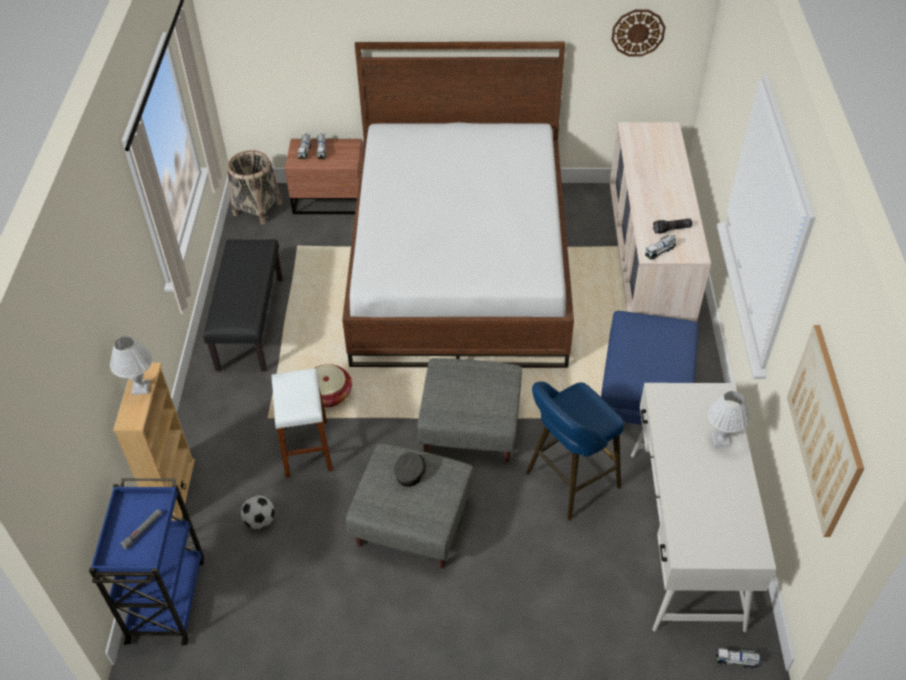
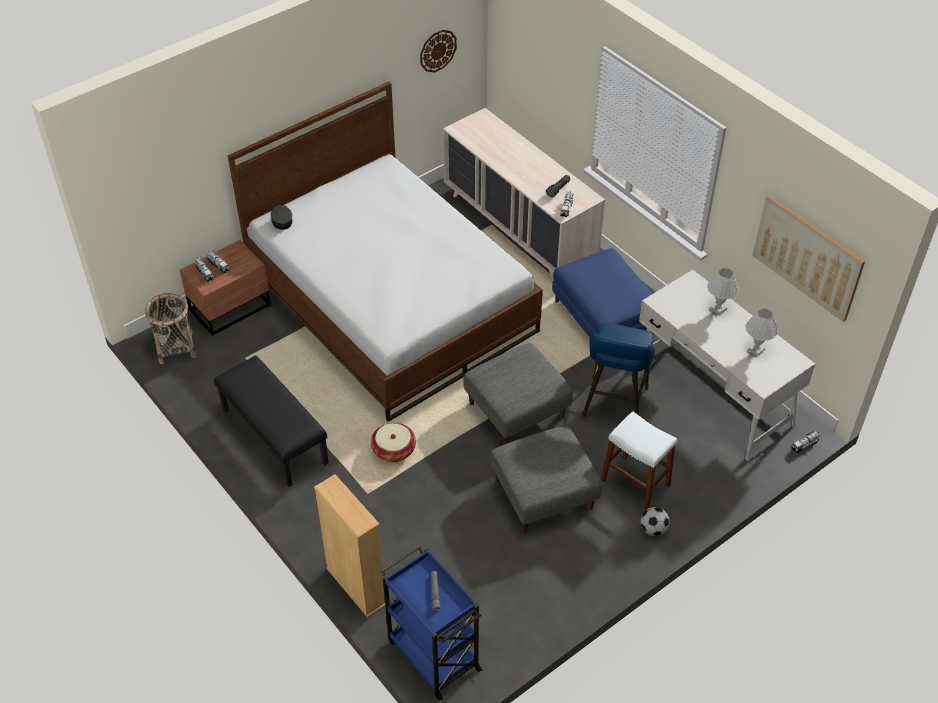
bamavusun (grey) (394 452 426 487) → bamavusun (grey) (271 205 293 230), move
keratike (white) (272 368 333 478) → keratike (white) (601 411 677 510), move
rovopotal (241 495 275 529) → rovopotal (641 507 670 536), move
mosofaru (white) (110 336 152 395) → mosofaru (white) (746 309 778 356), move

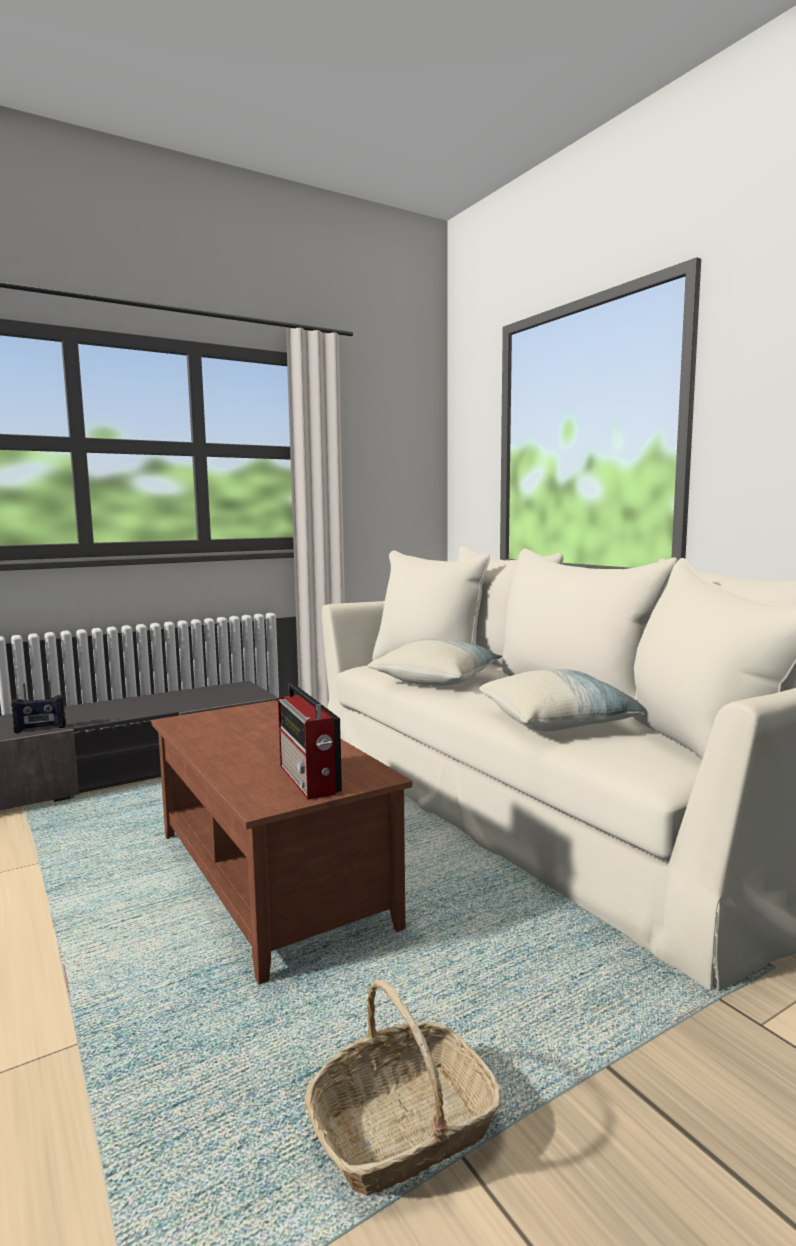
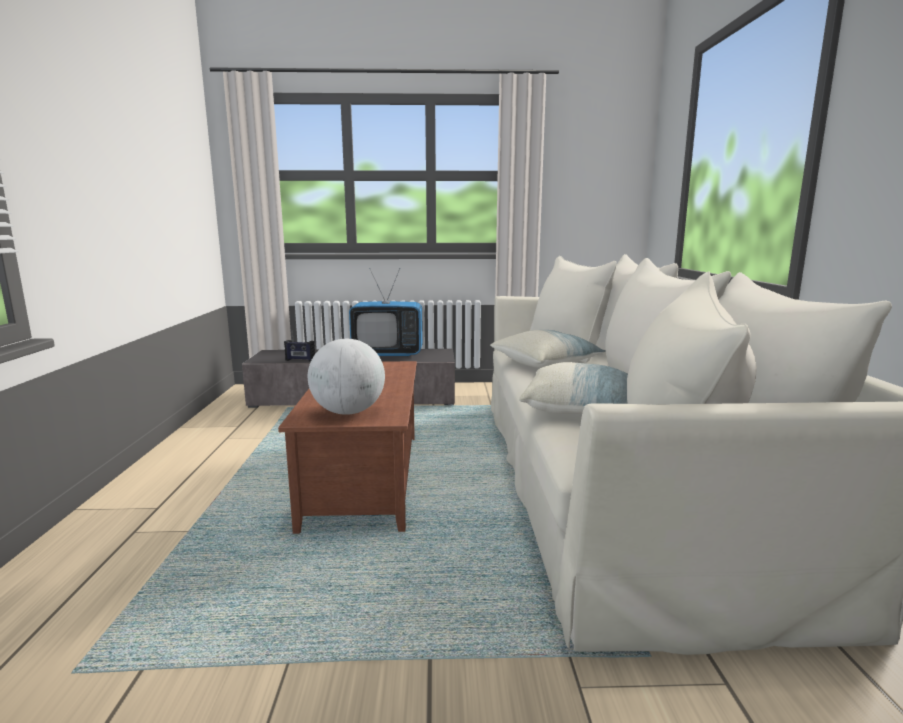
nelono (278 683 342 800) → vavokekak (308 339 385 415)
- → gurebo (349 268 423 357)
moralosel (305 979 502 1196) → -

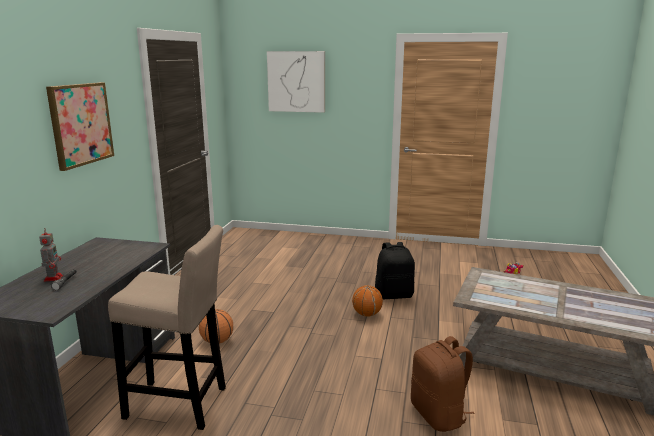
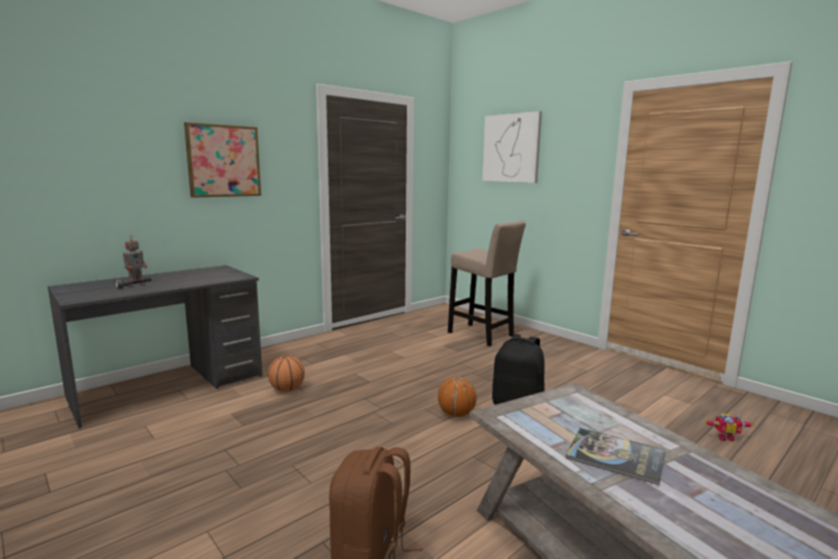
keratike (beige) (108 225 226 430) → keratike (beige) (448 221 526 346), move
- → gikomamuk (566 428 665 485)

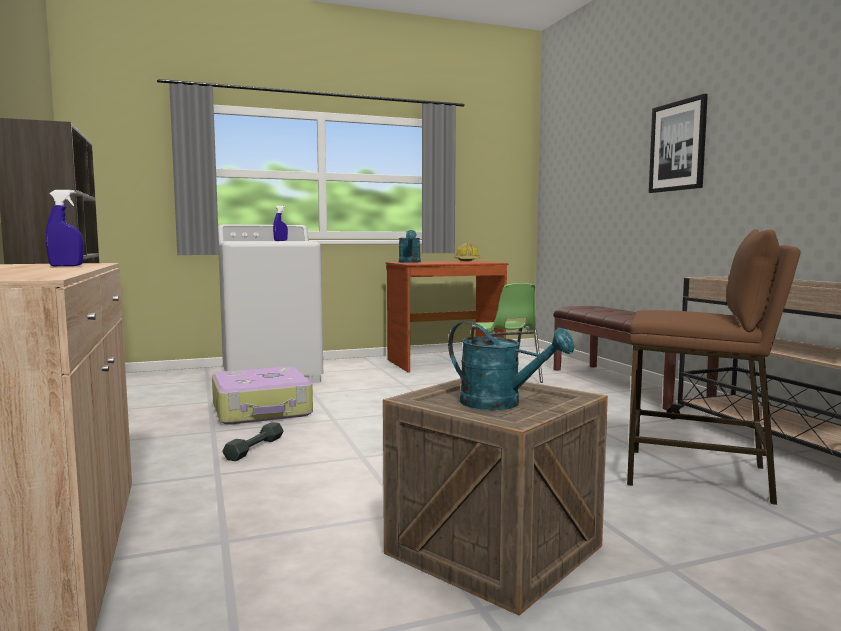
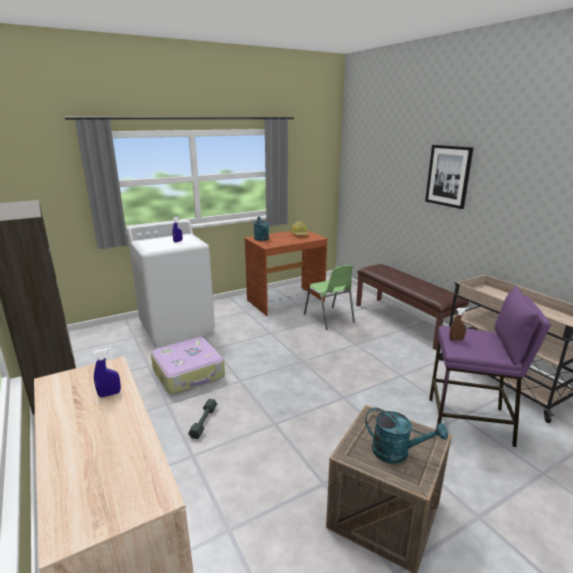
keratike (brown) (627 229 800 505) → keratike (purple) (429 286 551 447)
- → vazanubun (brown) (449 308 468 341)

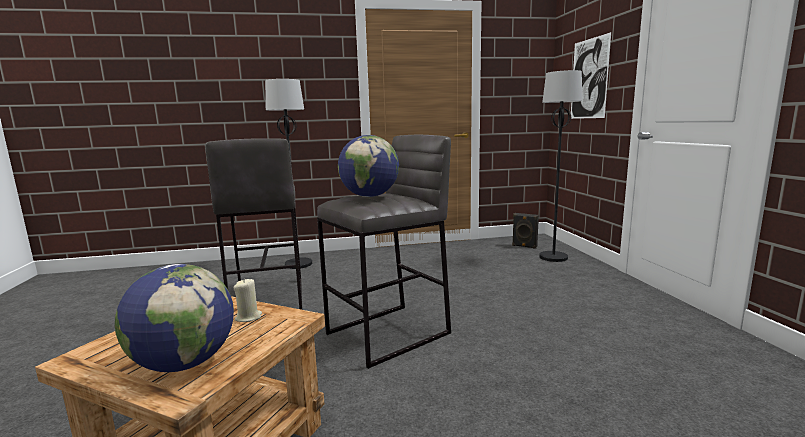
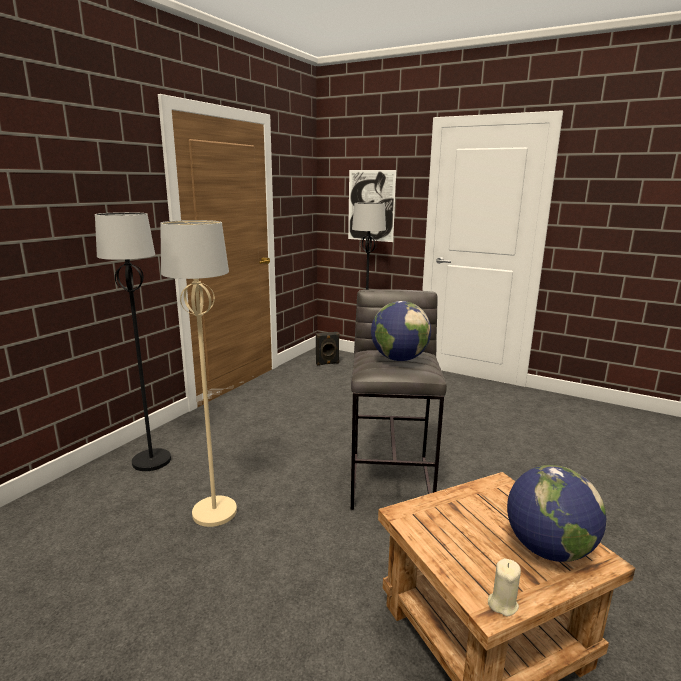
keratike (grey) (205 138 302 310) → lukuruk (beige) (160 220 237 527)
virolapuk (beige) (234 279 262 322) → virolapuk (beige) (488 558 521 617), move

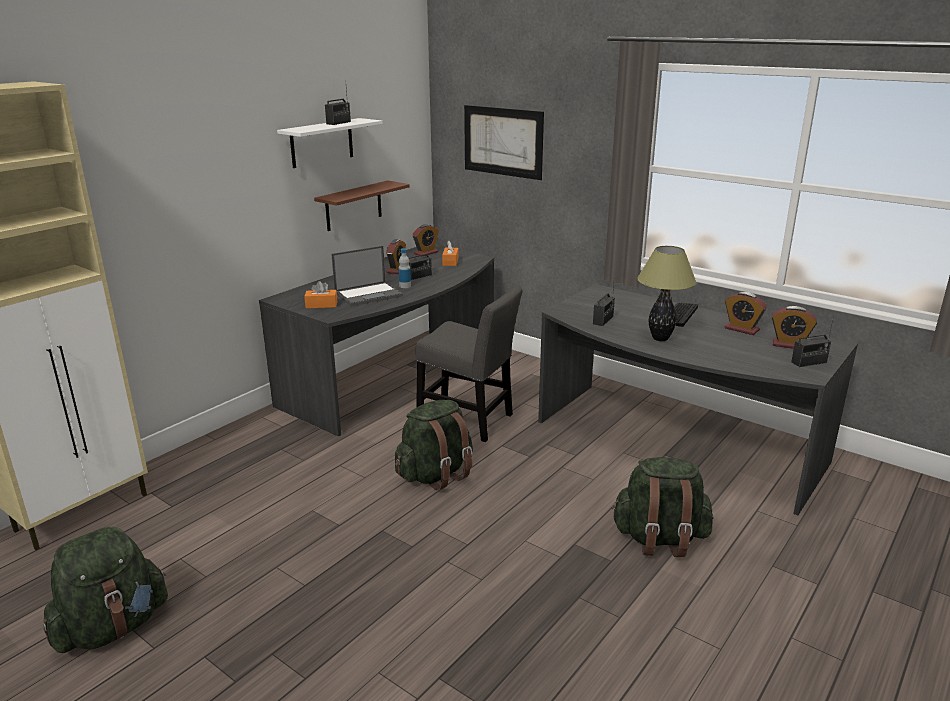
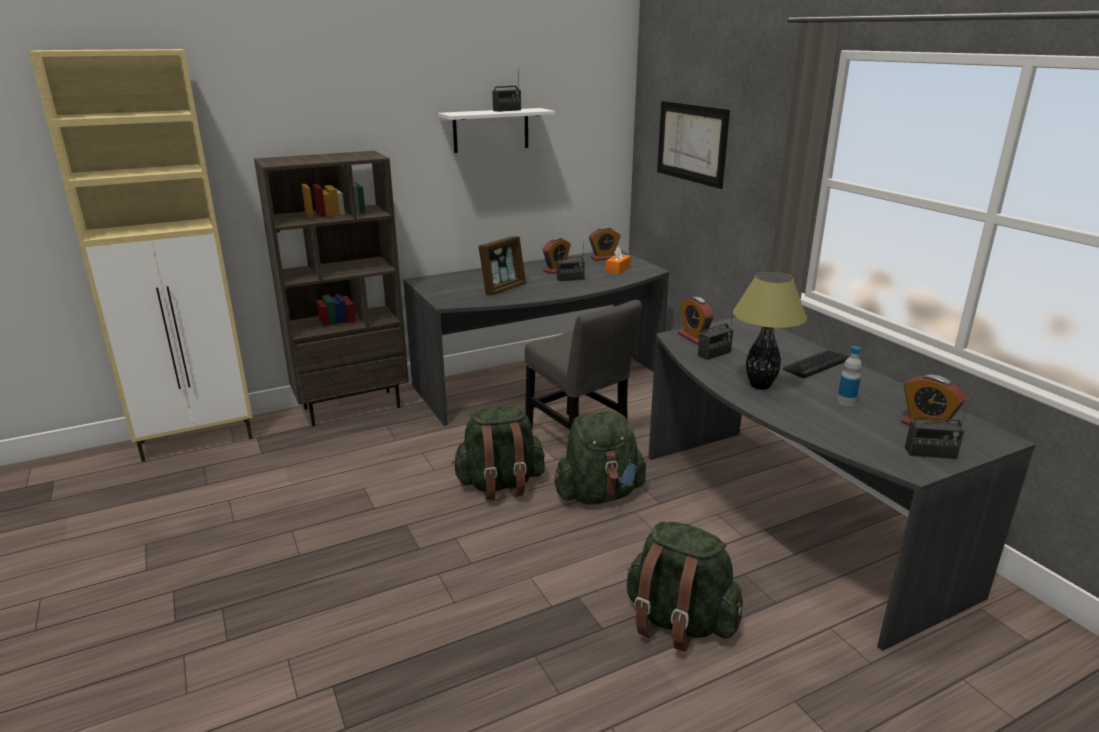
- → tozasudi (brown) (254 151 409 426)
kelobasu (331 246 403 306) → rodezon (478 236 526 295)
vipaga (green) (43 527 168 653) → vipaga (green) (554 411 646 504), move
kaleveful (725 292 767 335) → kaleveful (678 297 714 345), move
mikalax (399 248 411 288) → mikalax (837 346 862 406), move
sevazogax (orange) (304 281 337 309) → -
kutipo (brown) (314 181 410 231) → -

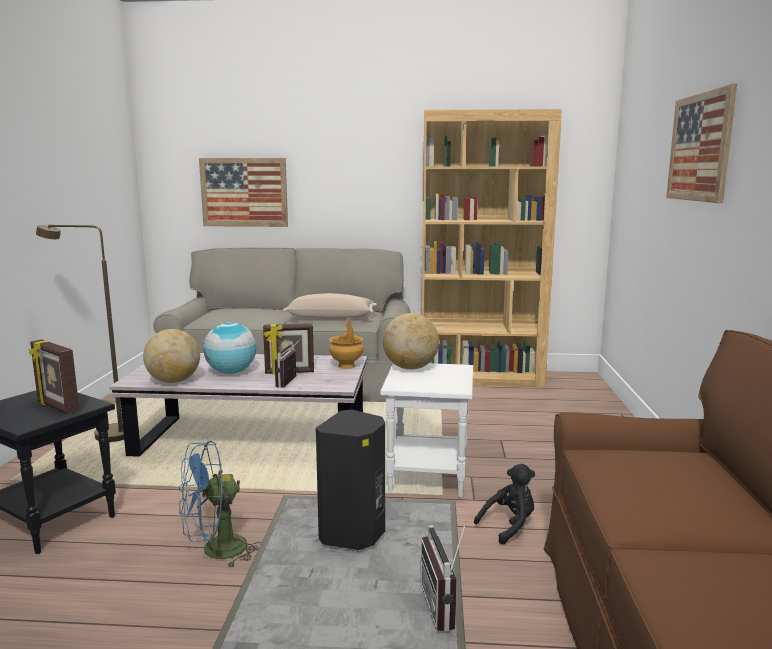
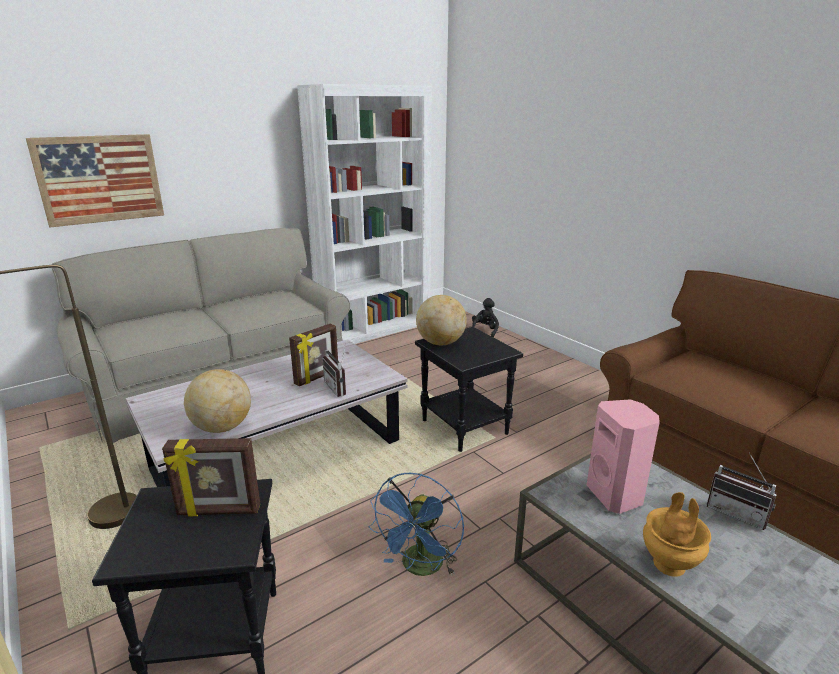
tozasudi (brown) (422 109 562 388) → tozasudi (white) (297 84 432 344)
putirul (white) (381 363 473 498) → putirul (black) (415 327 523 452)
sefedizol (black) (474 464 535 545) → sefedizol (black) (472 298 499 337), move
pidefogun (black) (316 410 385 550) → pidefogun (pink) (587 399 660 514)
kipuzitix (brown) (329 317 364 369) → kipuzitix (brown) (643 492 711 577), move
vavokekak (203 322 256 374) → -
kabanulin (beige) (283 293 377 319) → -
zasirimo (666 83 737 203) → -

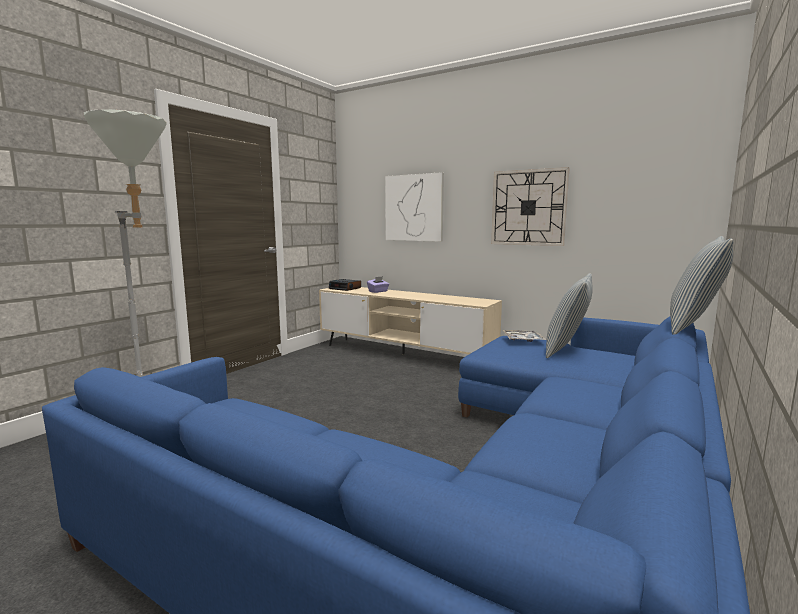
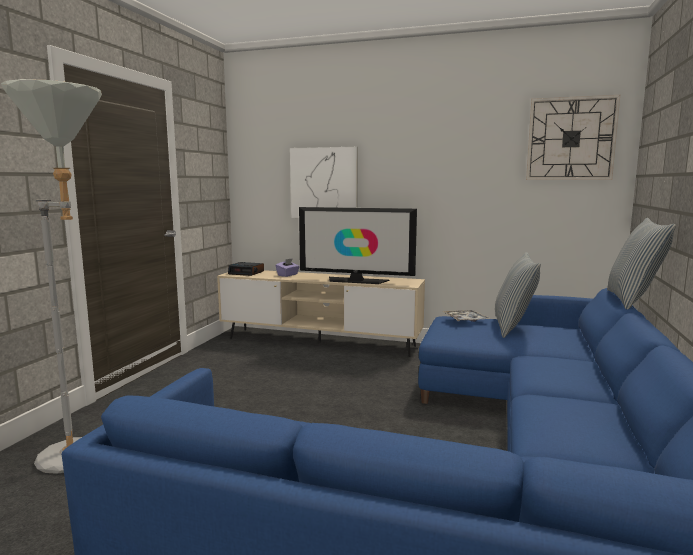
- → gurebo (299 207 417 284)
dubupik (491 167 570 246) → dubupik (526 95 620 180), move

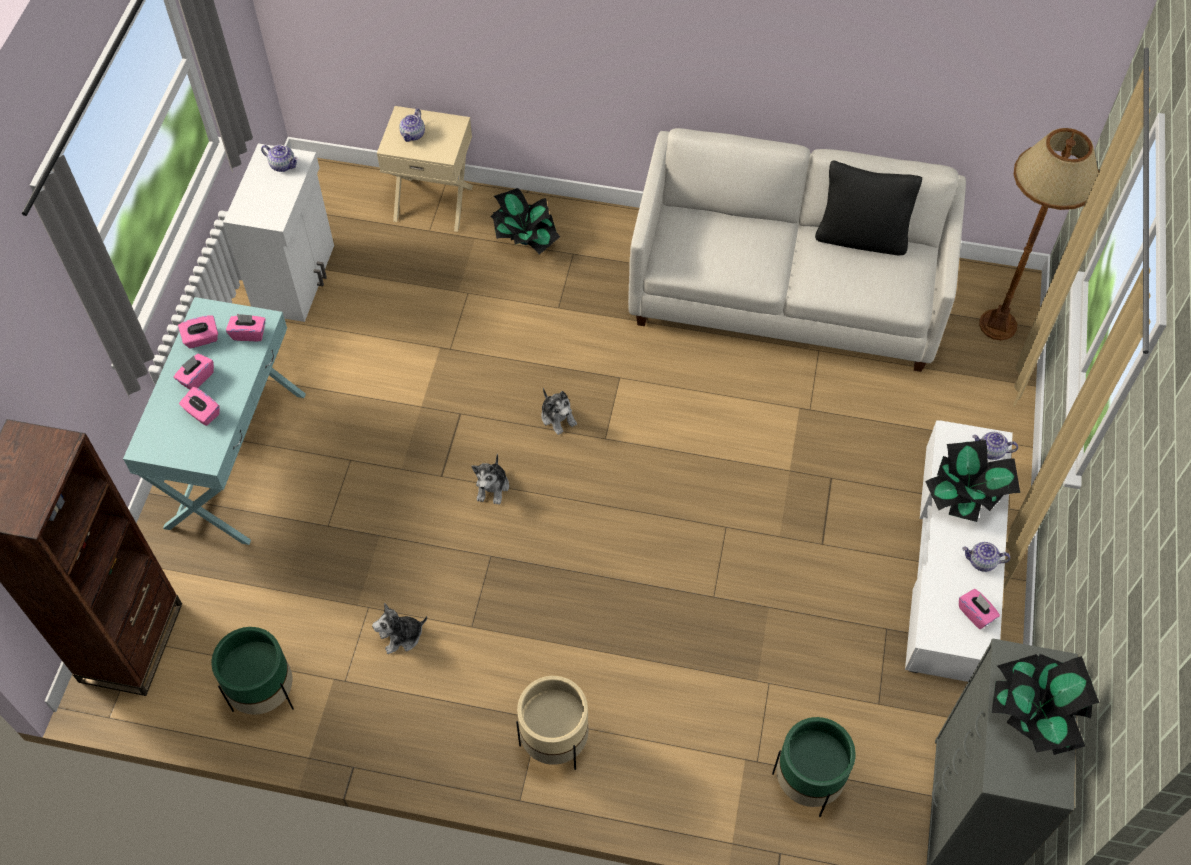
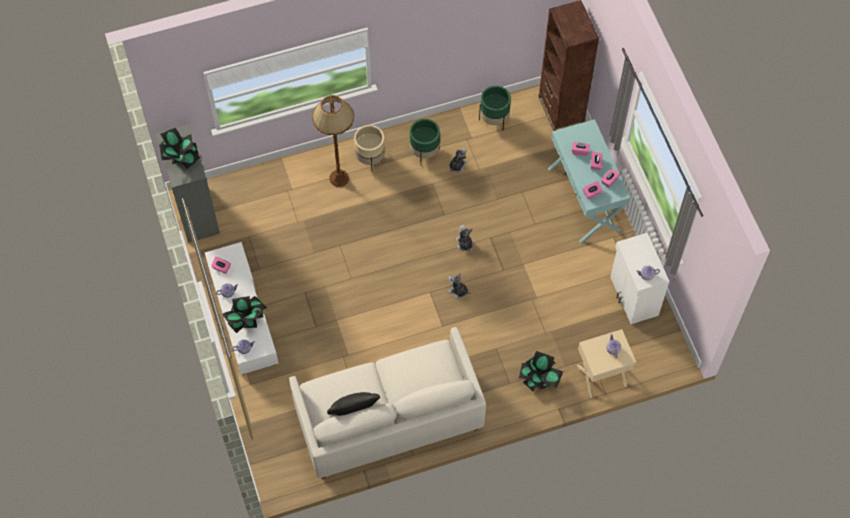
lukuruk (brown) (979 128 1099 340) → lukuruk (brown) (312 95 354 187), move
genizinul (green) (772 717 856 817) → genizinul (green) (410 119 440 159), move

